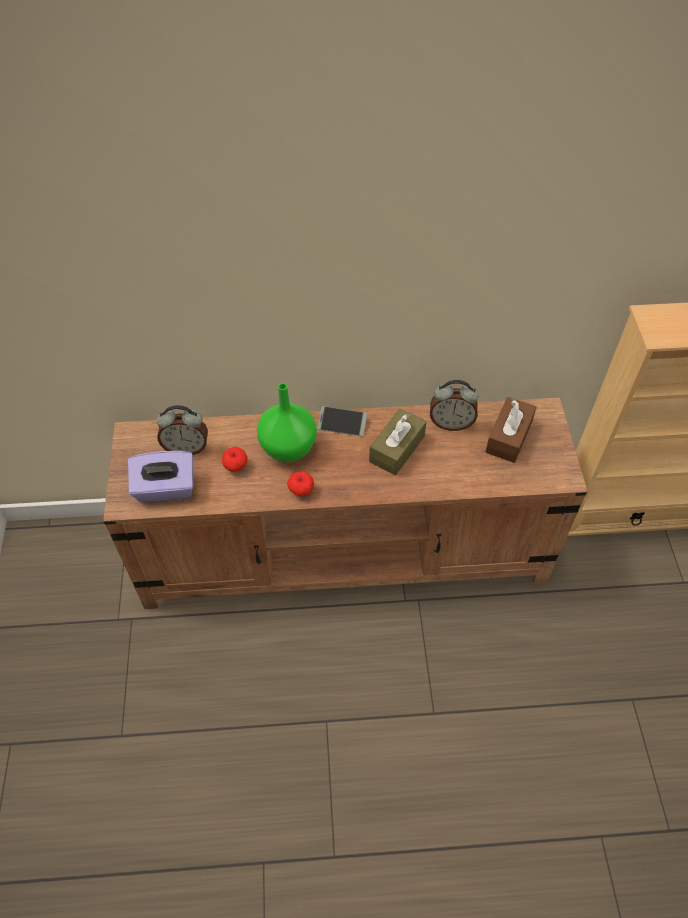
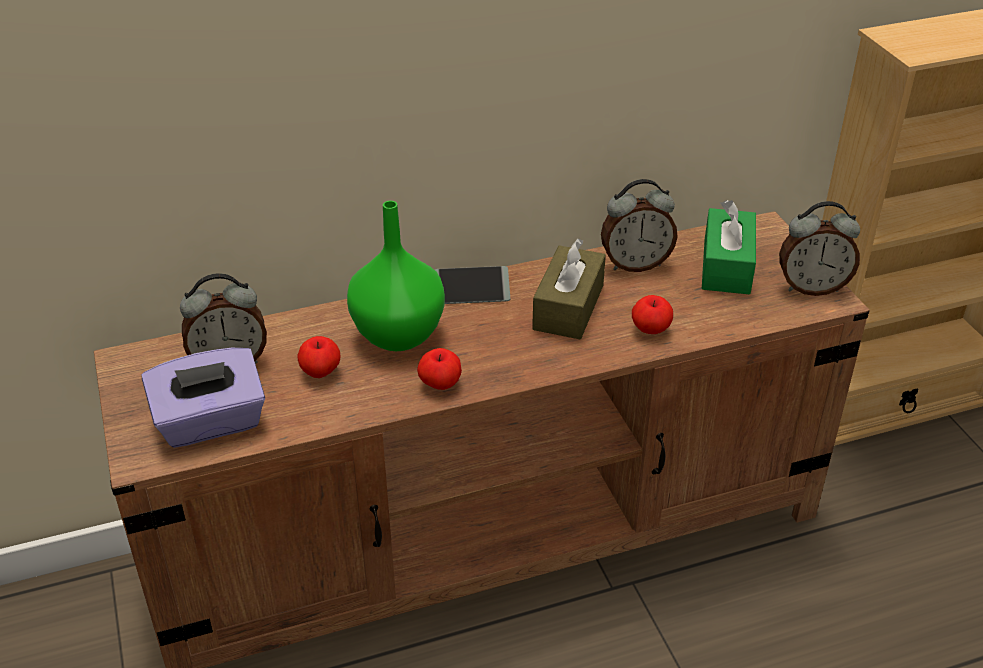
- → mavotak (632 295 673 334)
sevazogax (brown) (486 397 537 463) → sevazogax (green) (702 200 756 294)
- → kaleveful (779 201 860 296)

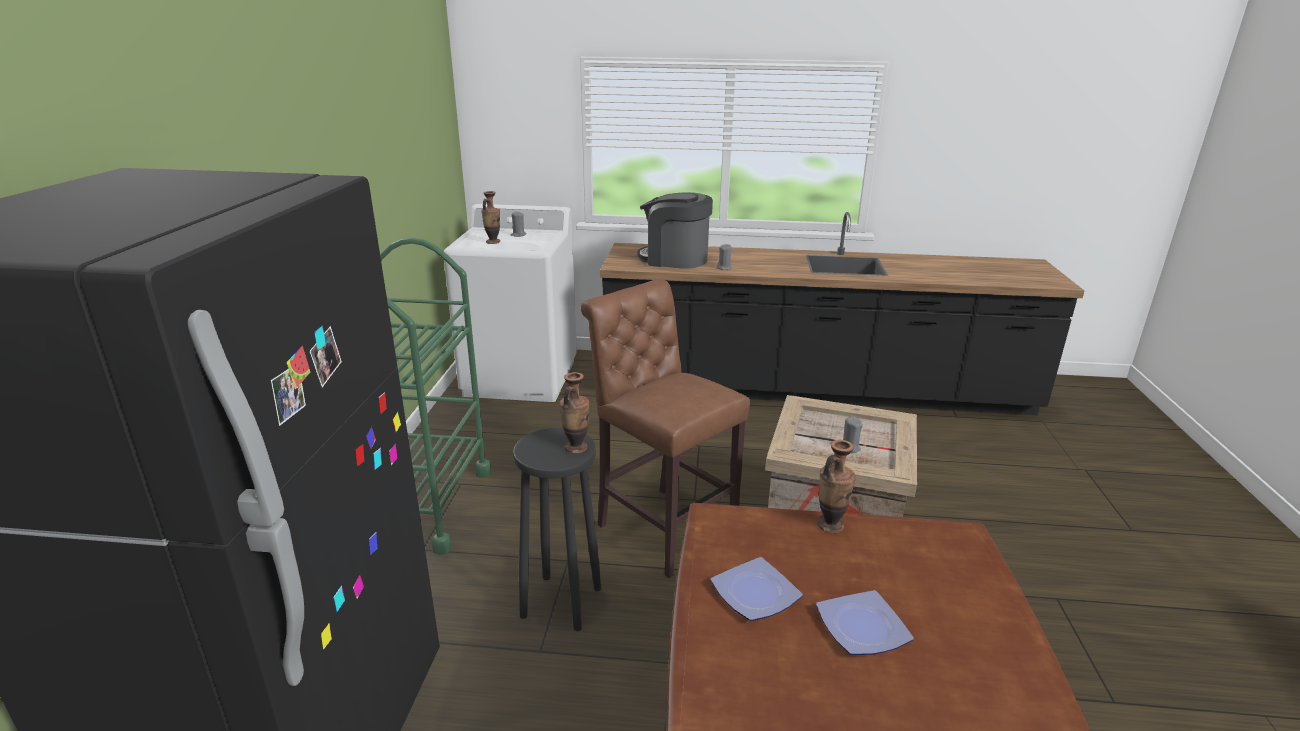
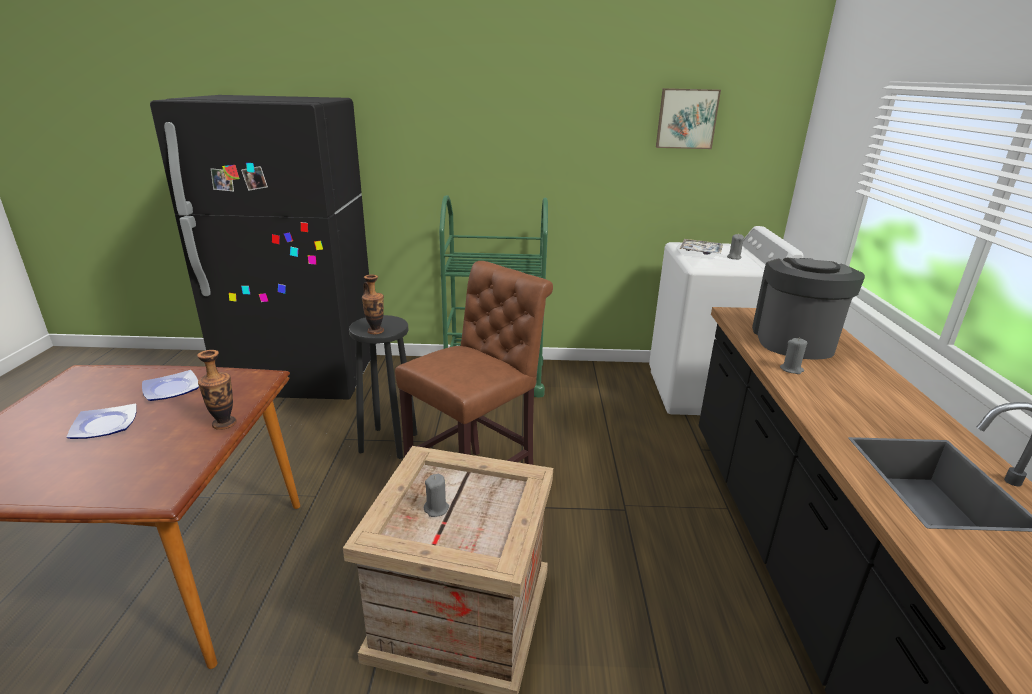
- → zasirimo (656 88 721 149)
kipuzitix (481 191 500 244) → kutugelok (680 239 723 255)

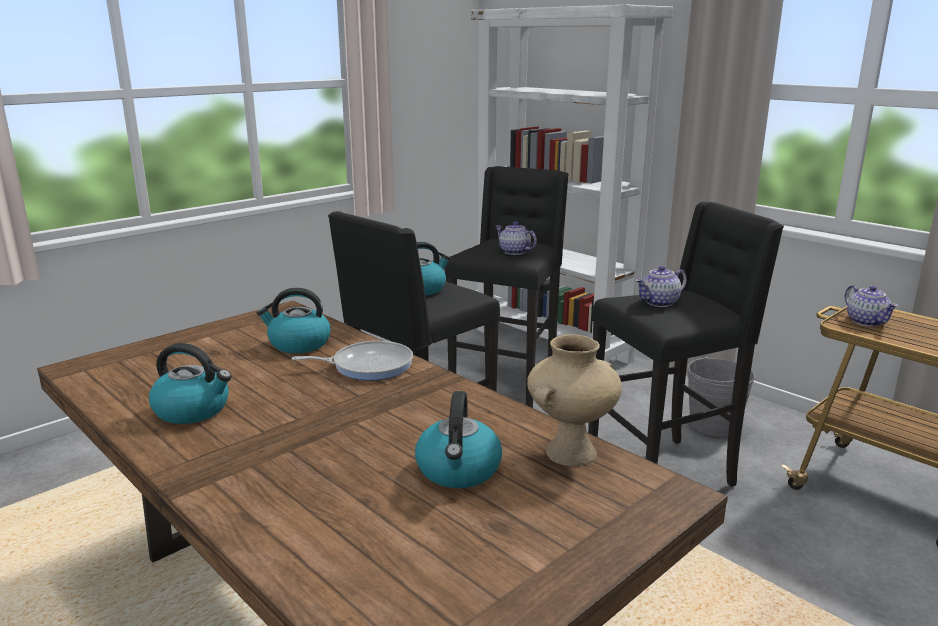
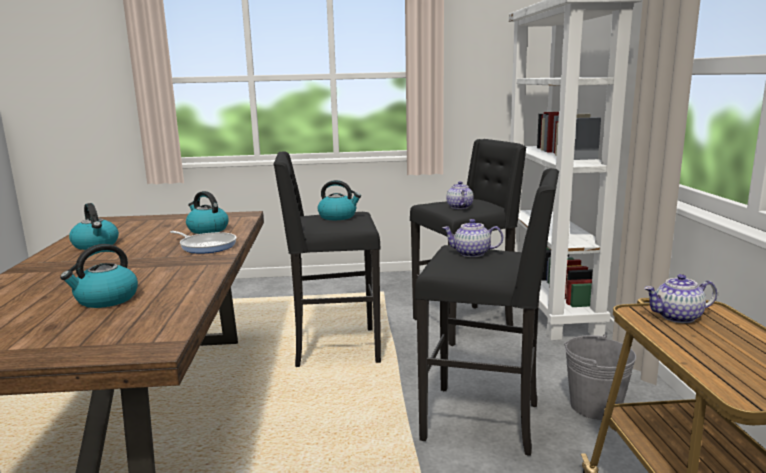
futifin (845 285 898 327) → futifin (644 274 717 323), 60 degrees clockwise
kipuzitix (beige) (527 334 622 466) → -

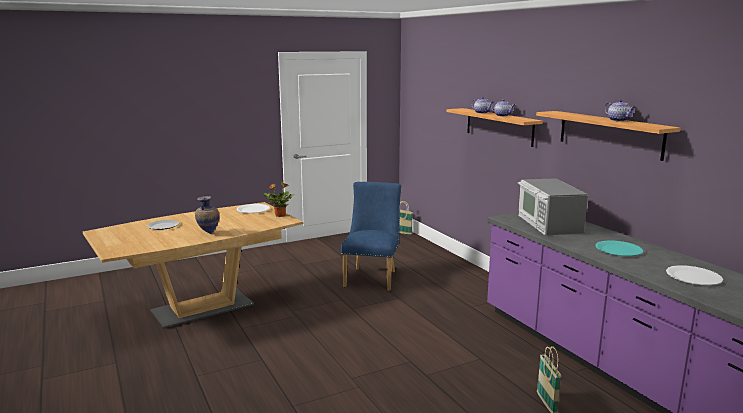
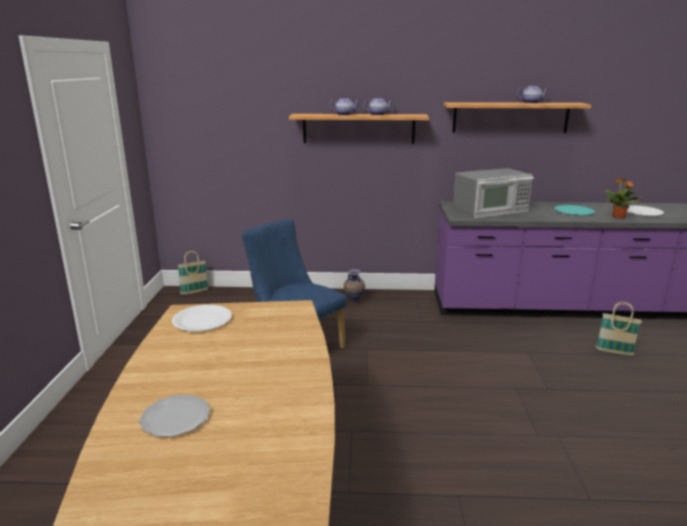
kipuzitix (195 196 219 234) → kipuzitix (344 269 365 302), move
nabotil (518 178 588 235) → nabotil (453 168 534 219), 45 degrees counterclockwise
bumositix (264 182 295 217) → bumositix (606 178 642 218), move

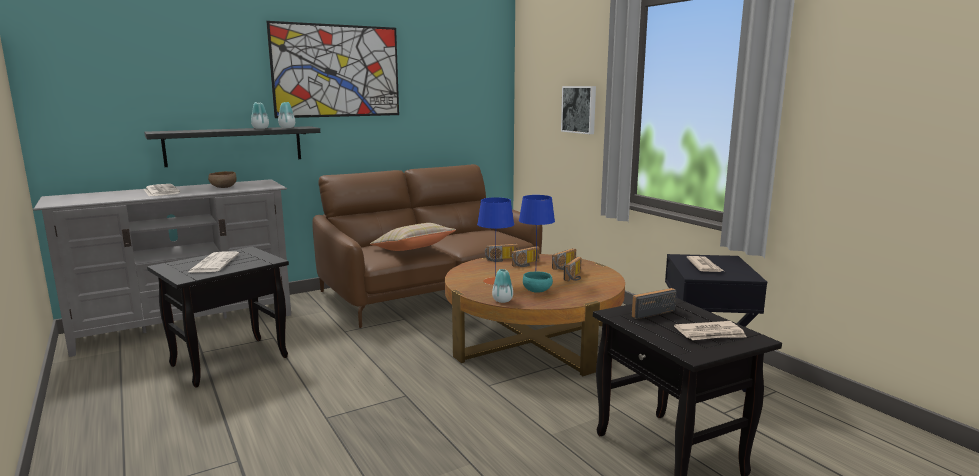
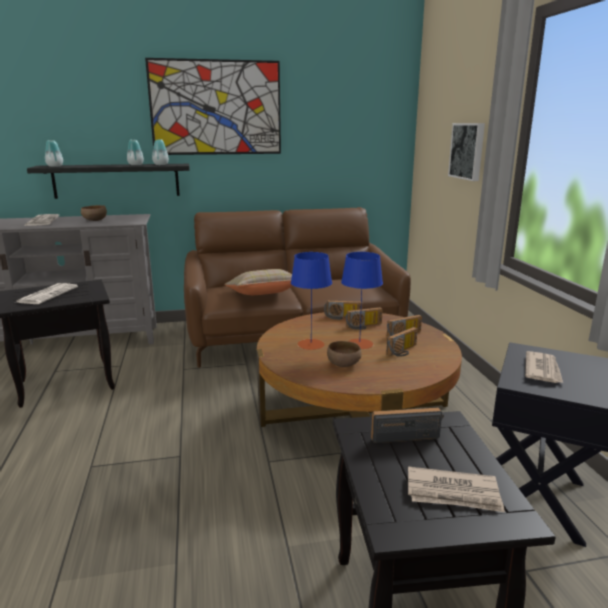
kipuzitix (492 269 513 303) → kipuzitix (45 140 63 167), move
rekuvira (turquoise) (523 272 553 293) → rekuvira (brown) (327 341 362 367)

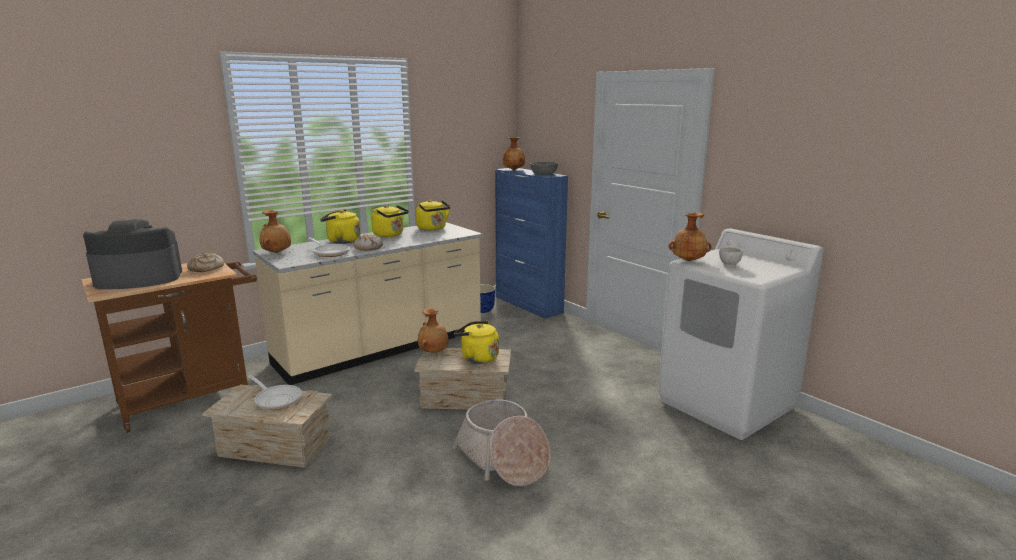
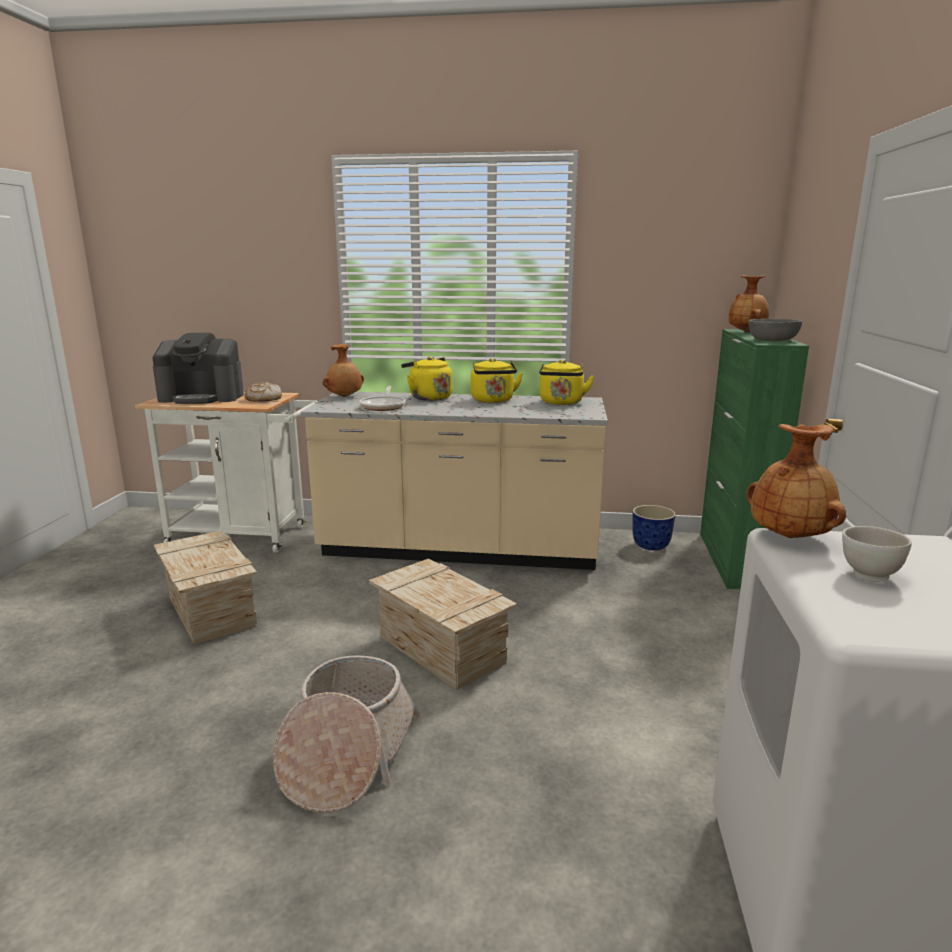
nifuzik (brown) (81 262 257 433) → nifuzik (white) (135 392 318 553)
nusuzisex (83 219 182 289) → nusuzisex (153 333 244 404), 150 degrees clockwise
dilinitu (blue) (495 168 568 319) → dilinitu (green) (700 329 809 589)
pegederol (248 375 302 410) → -
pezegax (354 234 383 251) → -
kipuzitix (brown) (418 308 448 353) → -
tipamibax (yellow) (454 321 499 364) → -

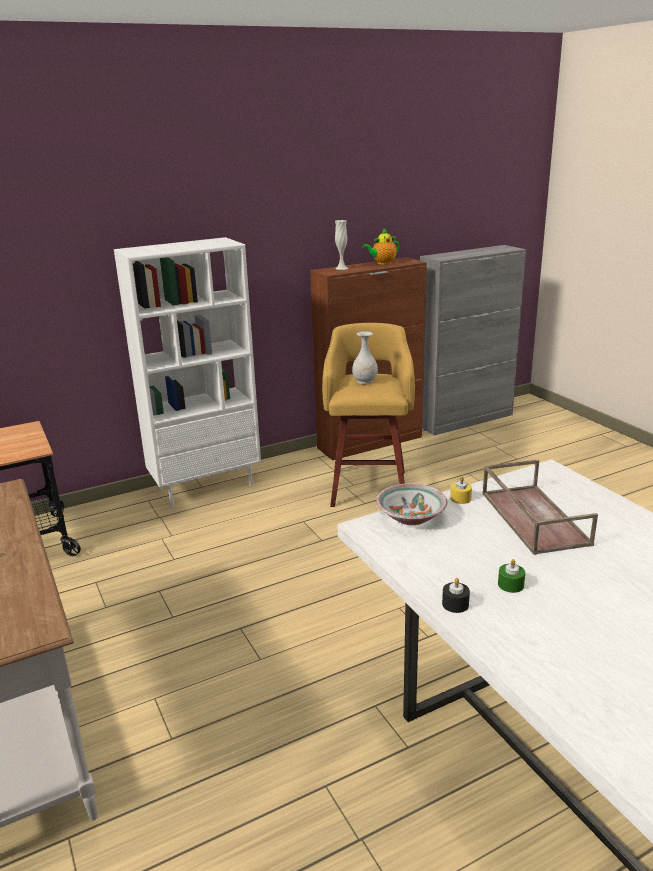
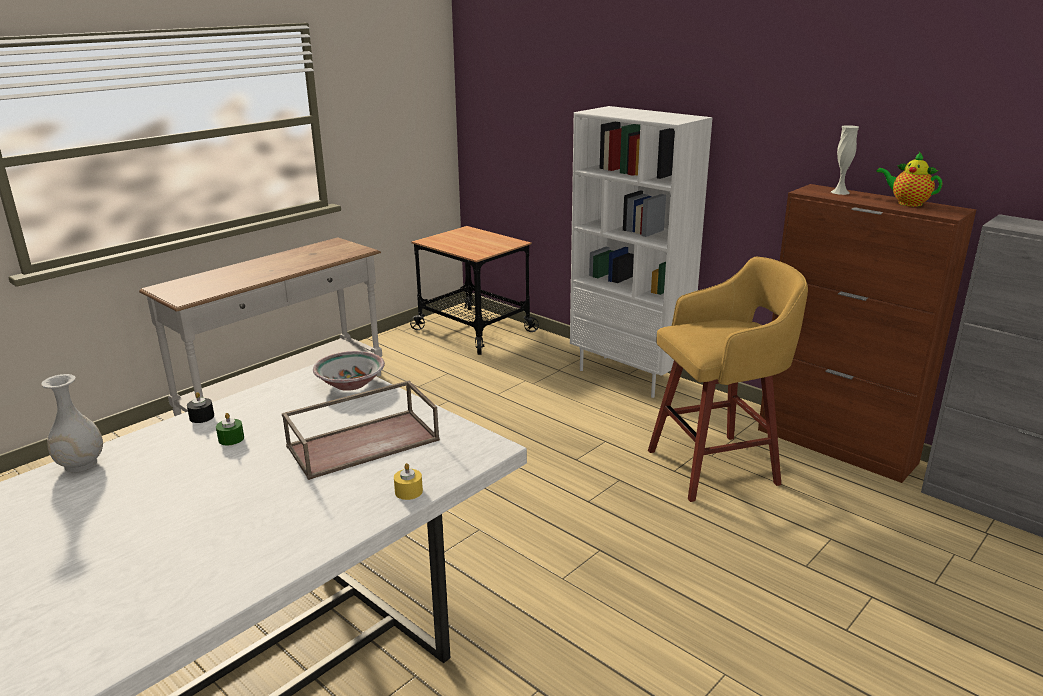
kipuzitix (white) (352 331 378 384) → kipuzitix (white) (41 374 103 473), move
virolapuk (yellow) (450 477 472 504) → virolapuk (yellow) (394 463 423 500), move

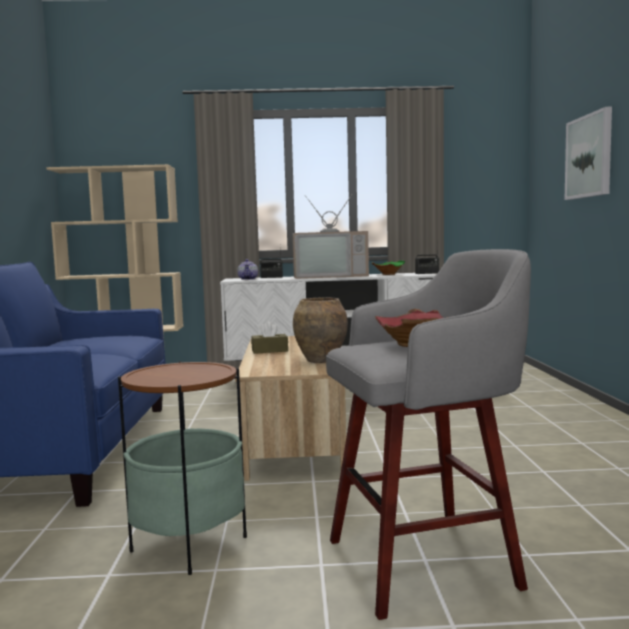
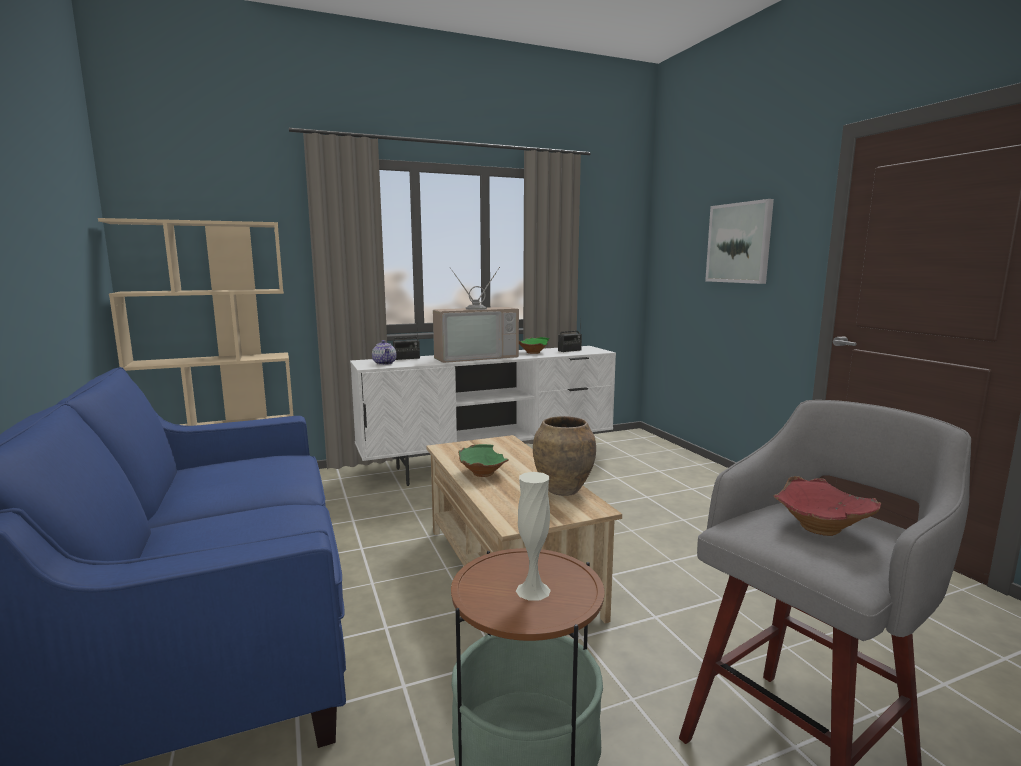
sevazogax (brown) (251 321 288 354) → rekuvira (green) (458 444 509 477)
- → kipuzitix (white) (516 472 551 601)

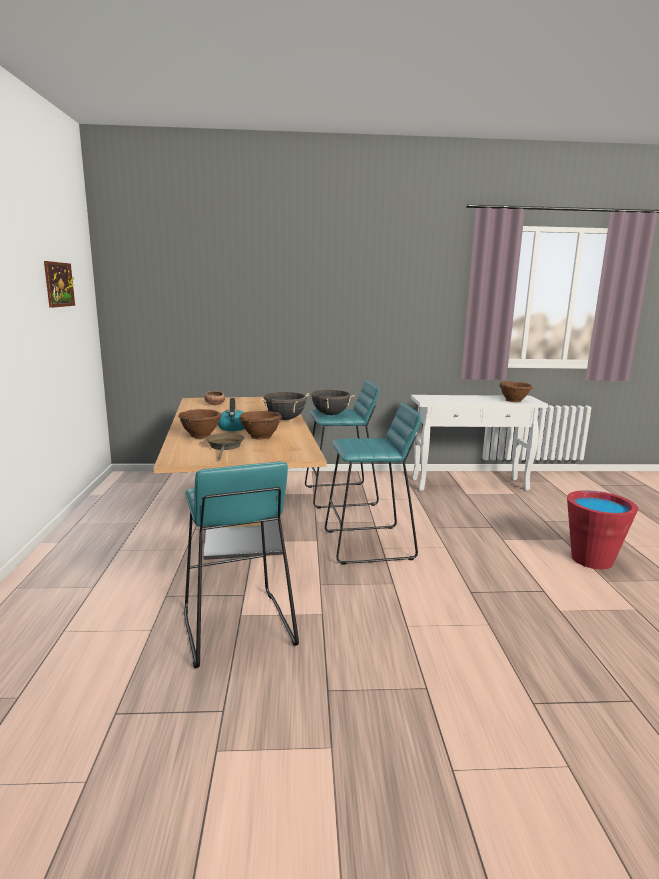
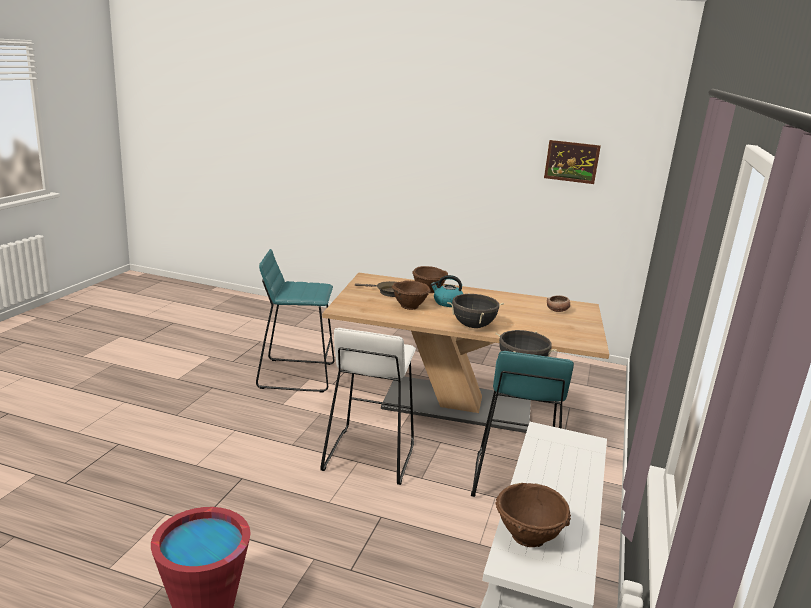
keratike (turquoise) (325 402 421 564) → keratike (white) (320 328 416 485)

